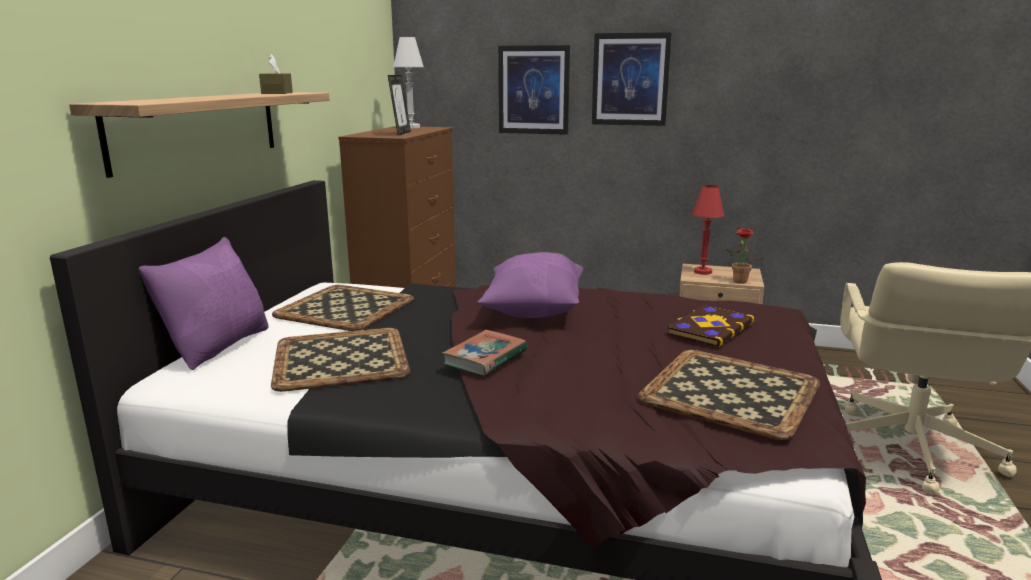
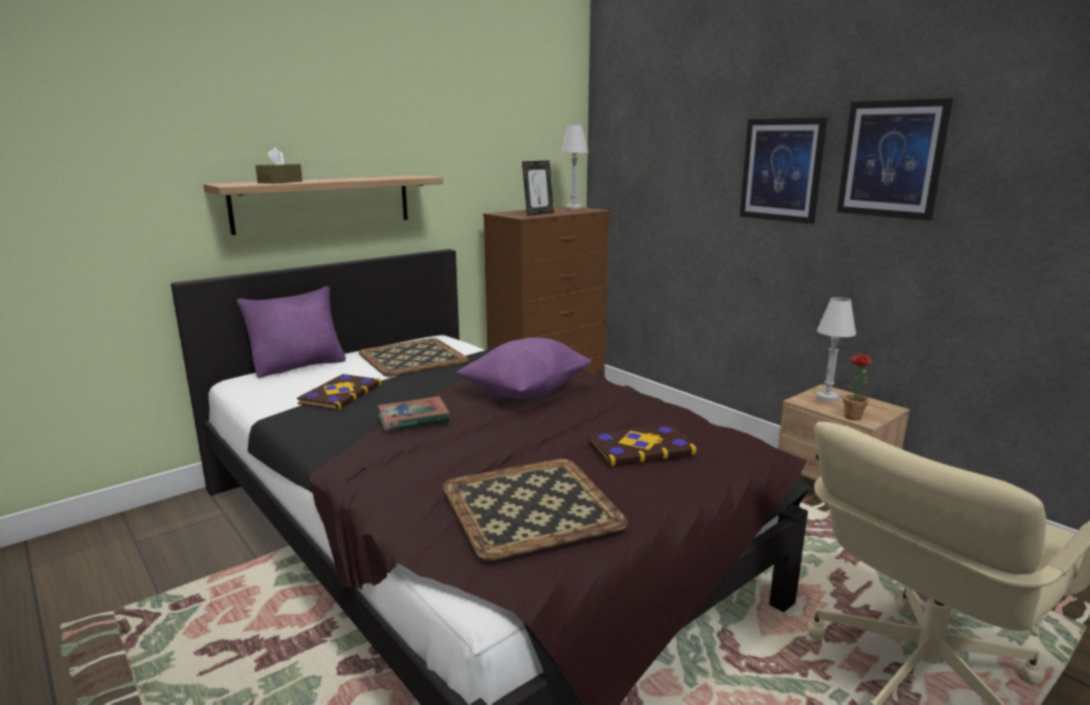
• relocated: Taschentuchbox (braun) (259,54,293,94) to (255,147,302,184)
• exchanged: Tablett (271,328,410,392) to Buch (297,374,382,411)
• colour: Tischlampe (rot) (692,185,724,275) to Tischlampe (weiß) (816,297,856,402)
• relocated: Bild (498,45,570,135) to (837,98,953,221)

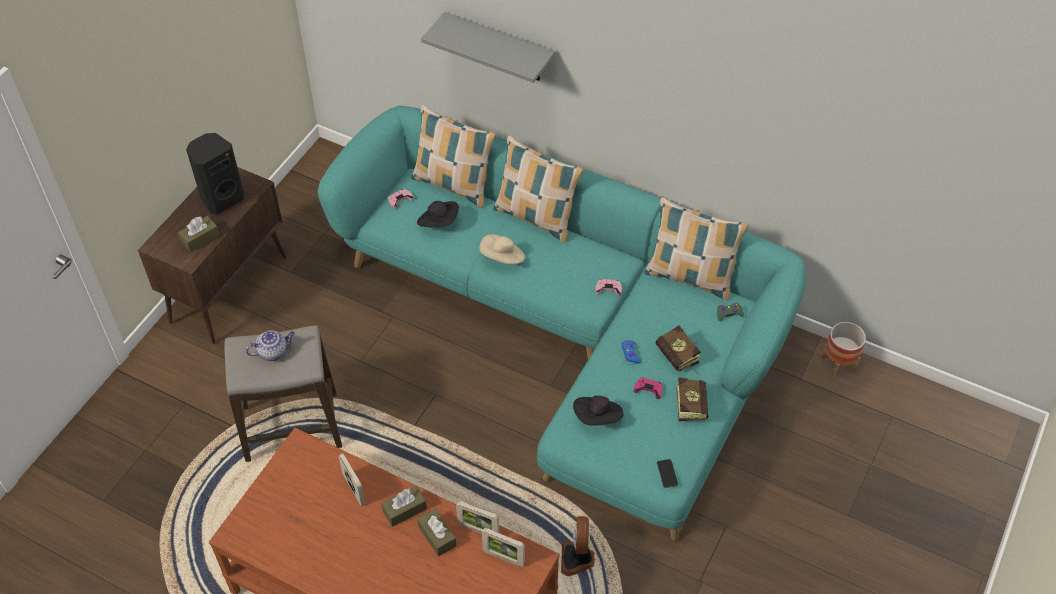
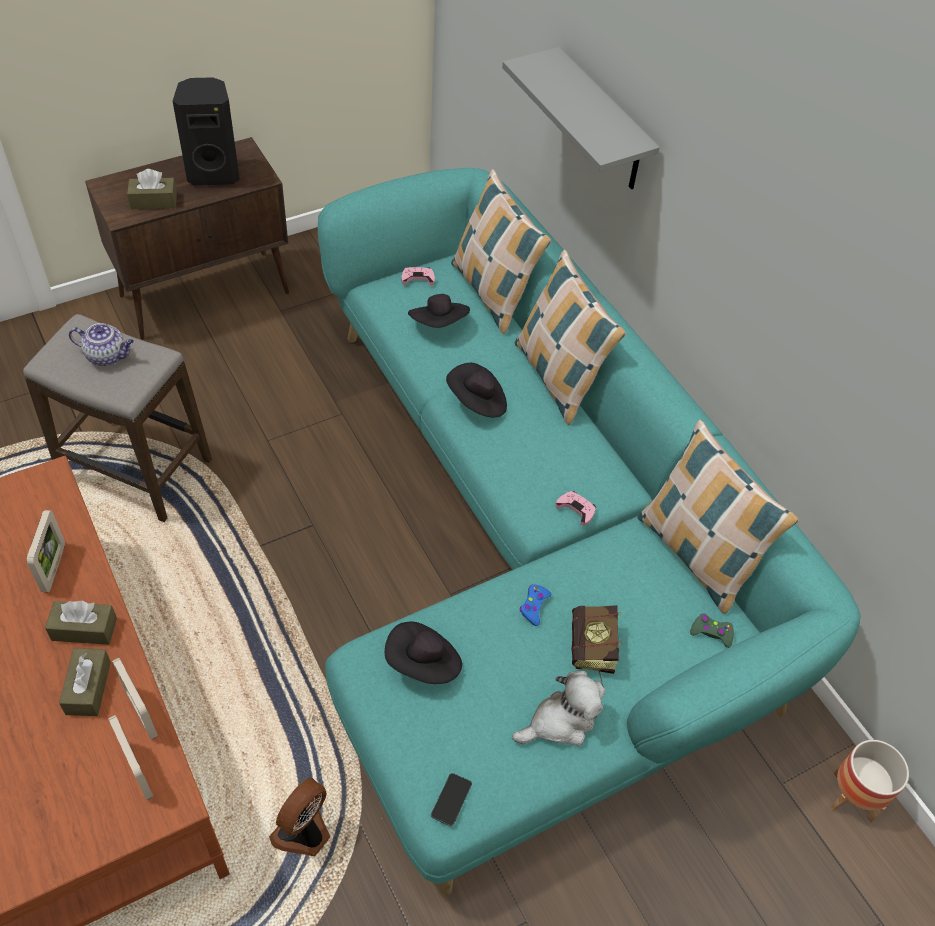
• colour: Hut (beige) (480,234,525,264) to Hut (schwarz) (446,363,507,417)
• exchanged: Buch (677,378,708,421) to Plüschtier (512,670,606,746)
• missing: Gamepad (rosa) (634,377,662,399)

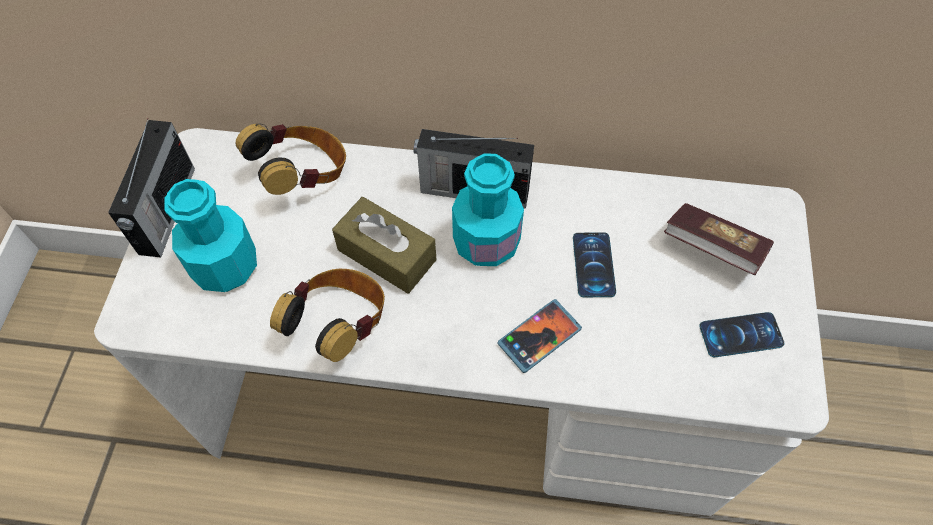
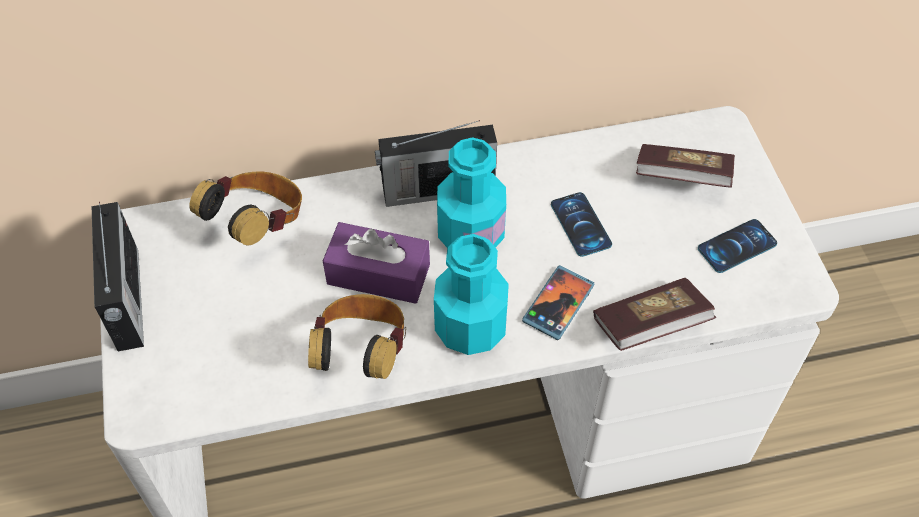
• colour: Taschentuchbox (braun) (332,197,437,294) to Taschentuchbox (lila) (323,222,430,304)
• relocated: Flasche (türkis) (164,179,257,292) to (434,234,509,355)
• appeared: Buch (593,278,716,351)

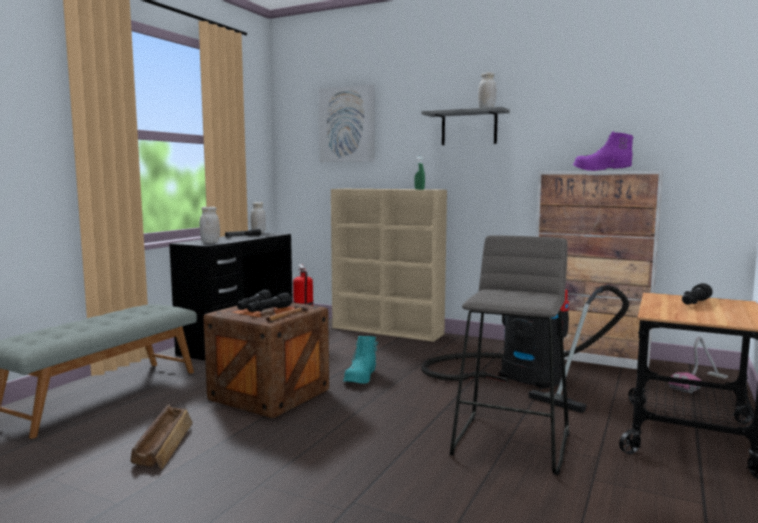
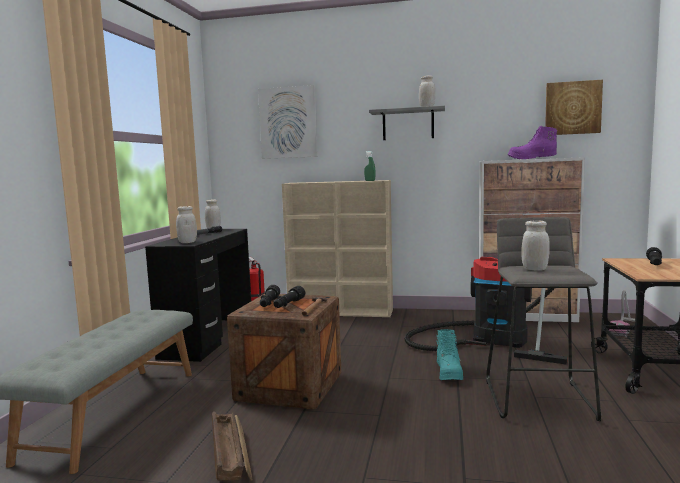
• relocated: Stiefel (türkis) (343,336,378,384) to (436,329,463,380)
• appeared: Vorratsglas (weiß) (522,221,550,270)
• appeared: Bild (545,80,603,135)

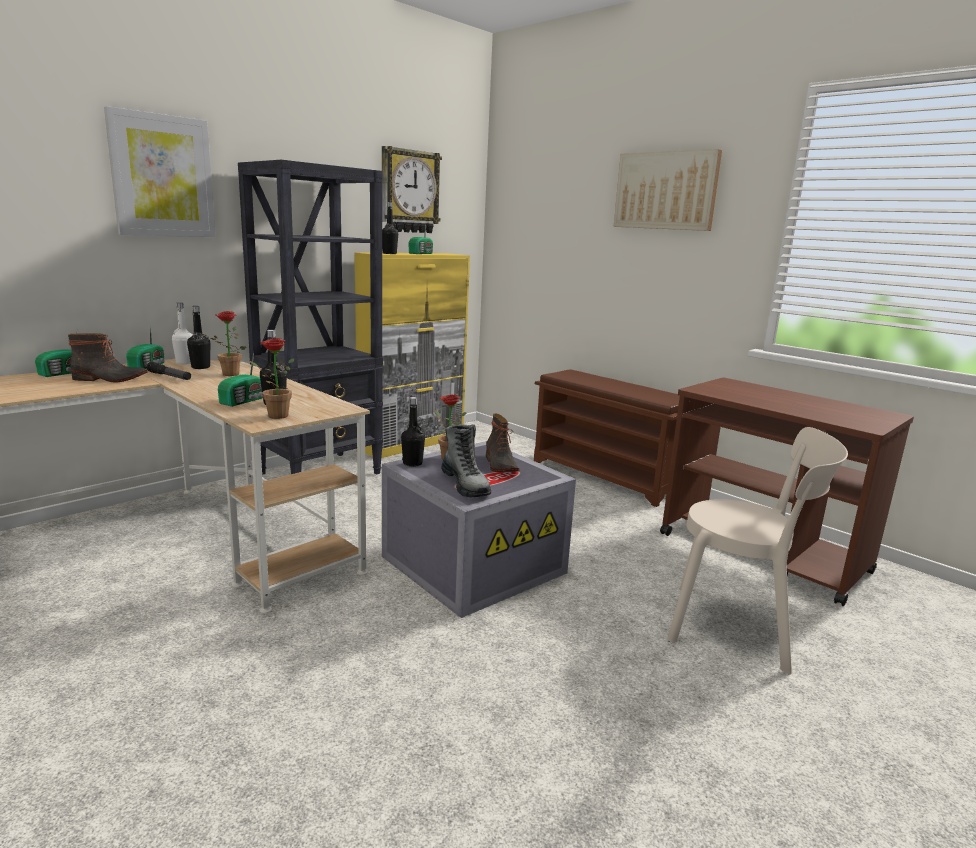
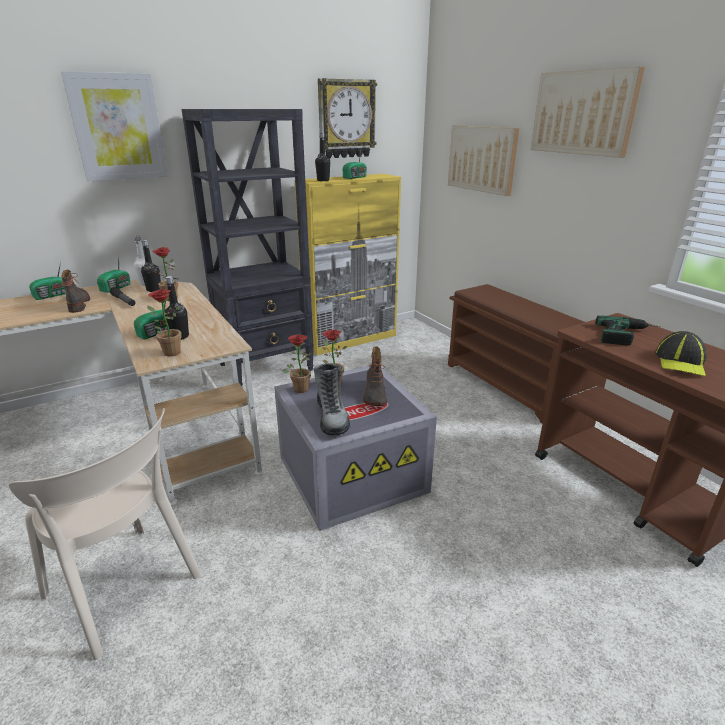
• relocated: Stuhl (beige) (667,427,848,674) to (9,408,201,660)
• spun: Stiefel (68,333,147,382) = (62,270,90,313) 120 degrees counterclockwise
• exchanged: Flasche (schwarz) (401,397,425,467) to Topfpflanze (282,334,311,393)
• appeared: Bild (448,125,519,196)
• appeared: Bohrmaschine (596,315,661,346)
• appeared: Kappe (656,331,706,376)

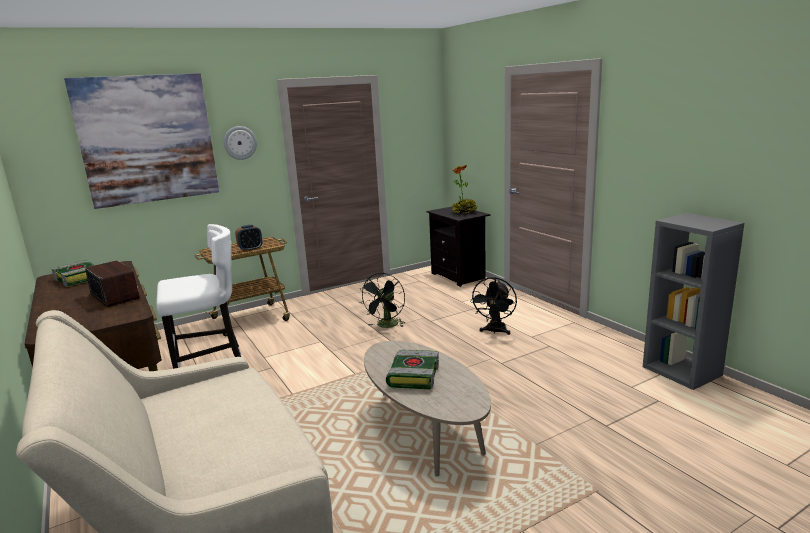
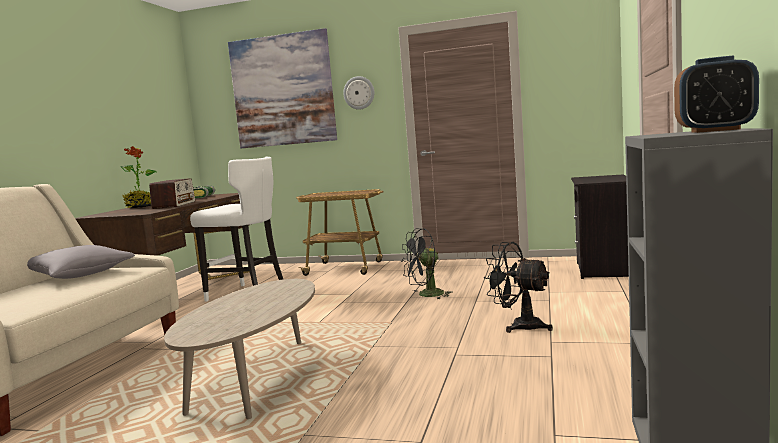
• appeared: Kissen (grau) (27,245,135,279)
• relocated: Topfpflanze (452,165,477,214) to (120,146,157,208)
• spun: Ventilator (schwarz) (470,277,517,335) = (484,242,553,333) 60 degrees clockwise
• relocated: Wecker (235,225,262,252) to (674,56,759,133)
• missing: Buch (386,350,439,389)

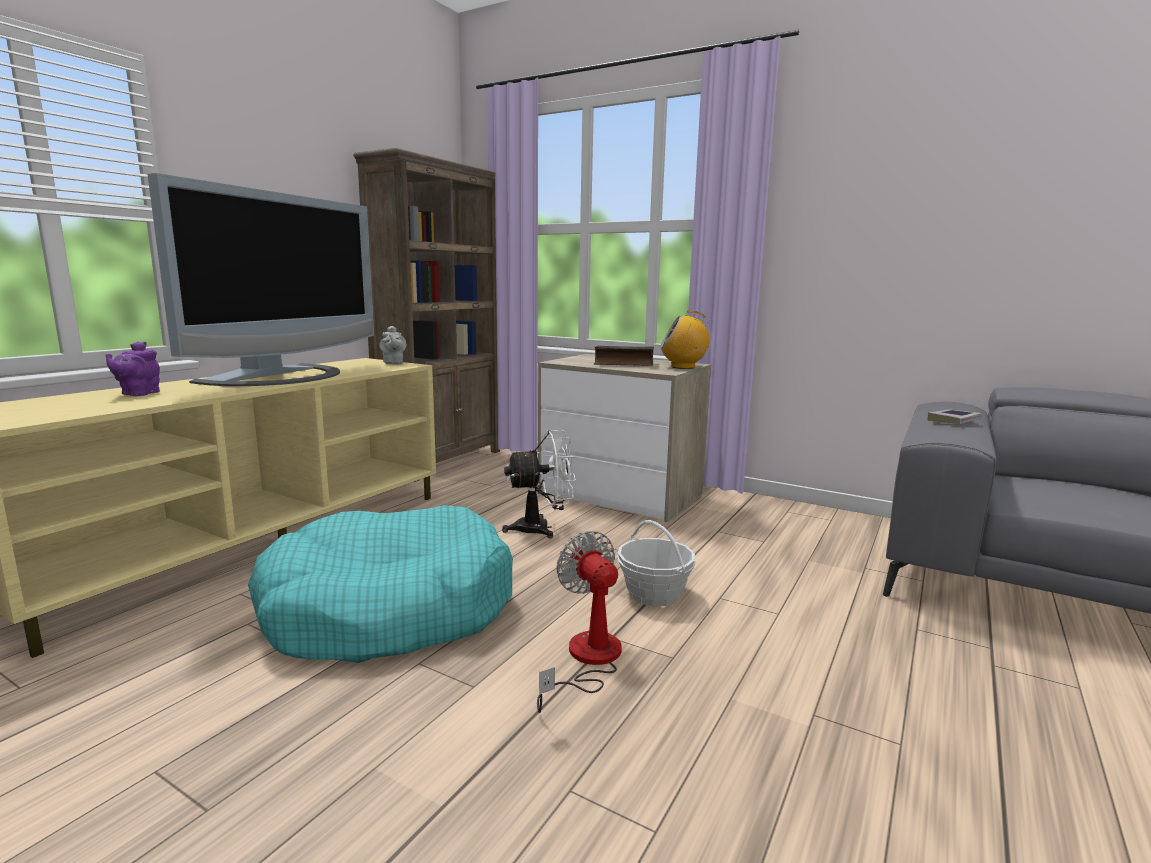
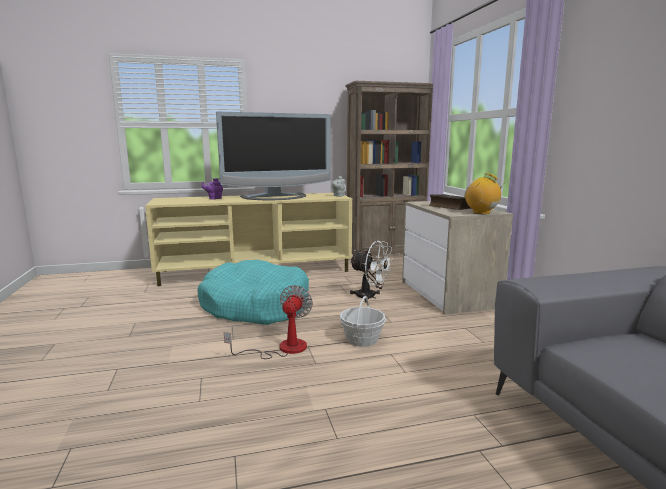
• missing: Buch (928,409,981,424)

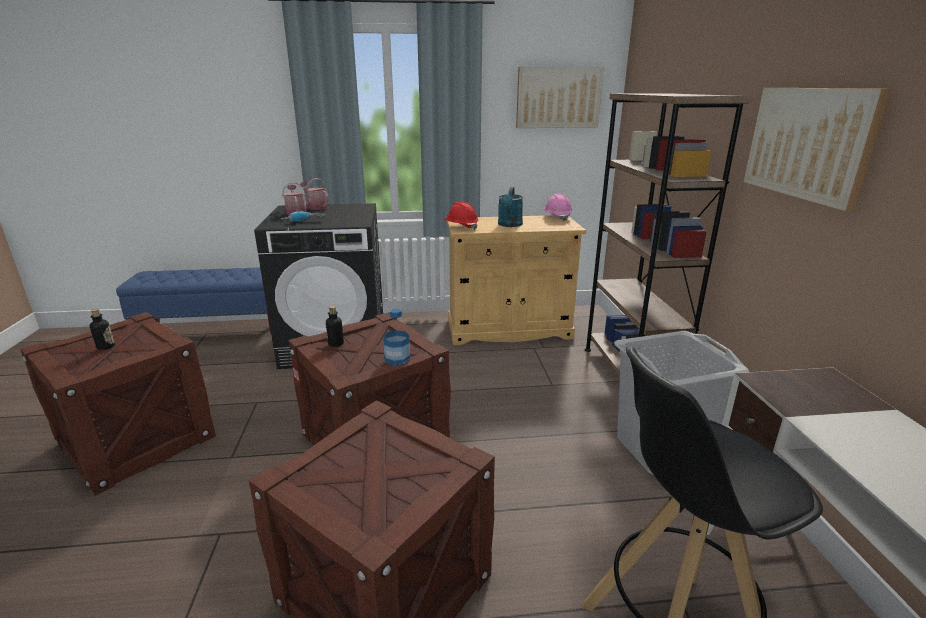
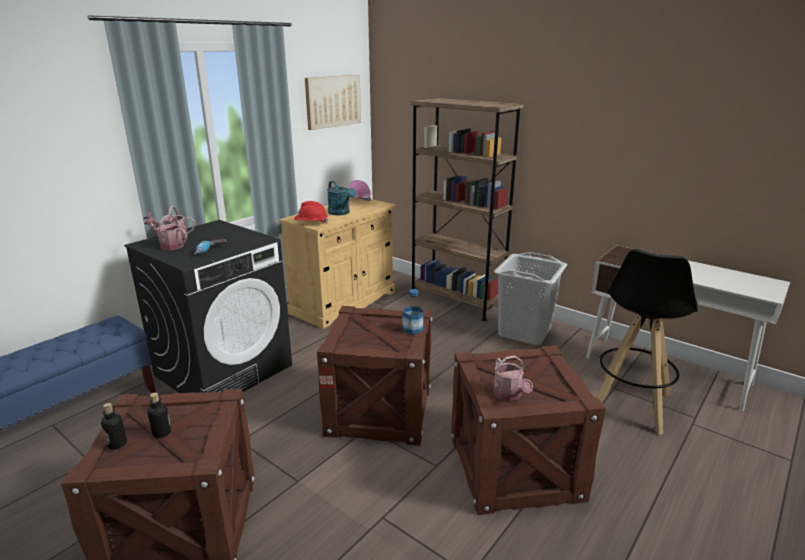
• relocated: Flasche (326,306,344,347) to (101,403,127,450)
• appeared: Gießkanne (493,355,533,401)
• missing: Bild (744,88,892,211)

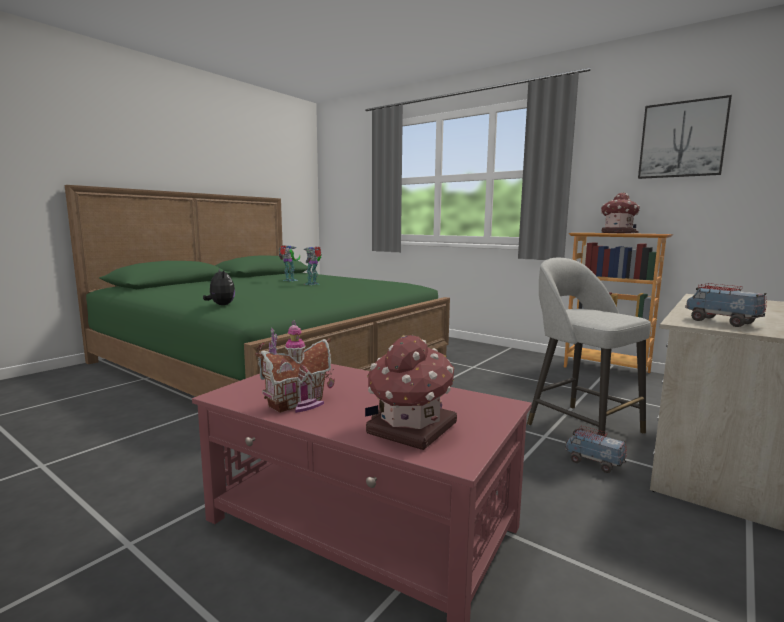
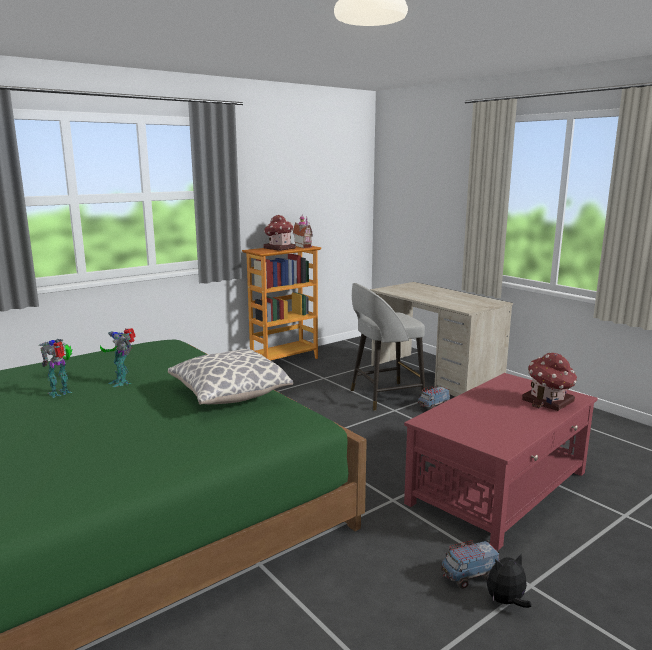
• appeared: Kissen (168,349,293,404)
• relocated: Spielzeughaus (255,320,335,413) to (293,216,313,248)
• relocated: Spielzeuglaster (685,283,767,327) to (441,540,500,589)
• relocated: Plüschtier (203,268,235,305) to (487,554,532,608)
• missing: Bild (638,95,732,179)

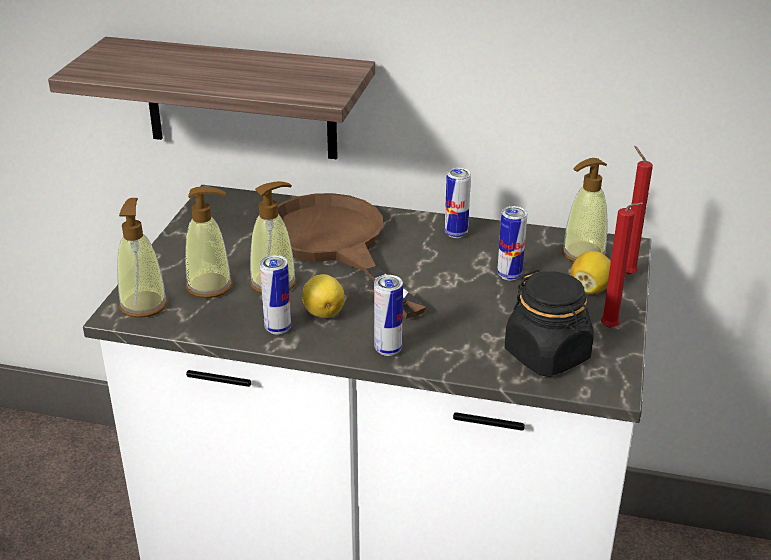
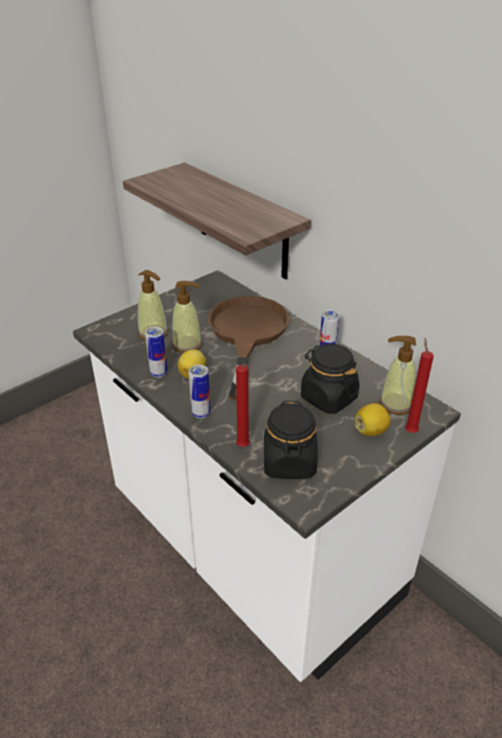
• relocated: Kerze (rot) (601,202,643,328) to (236,364,250,447)
• exchanged: Dose (497,206,527,281) to Vorratsglas (schwarz) (301,344,359,414)
• missing: Seifenspender (117,198,168,318)

